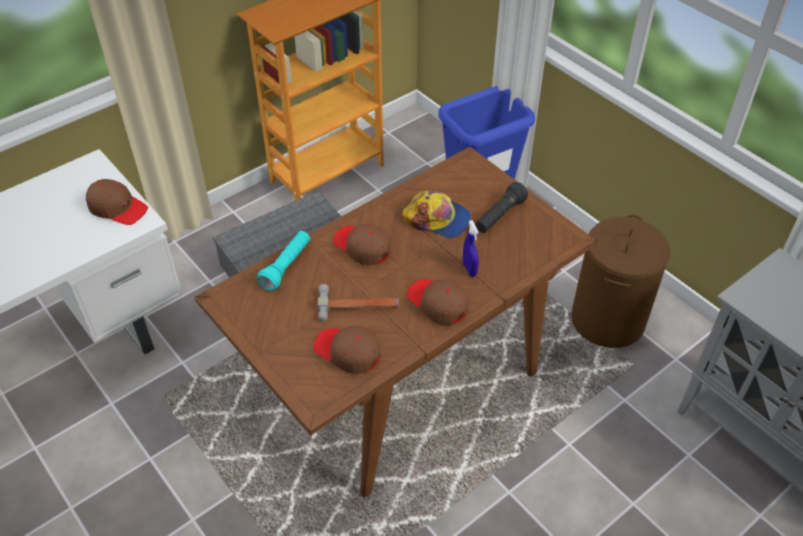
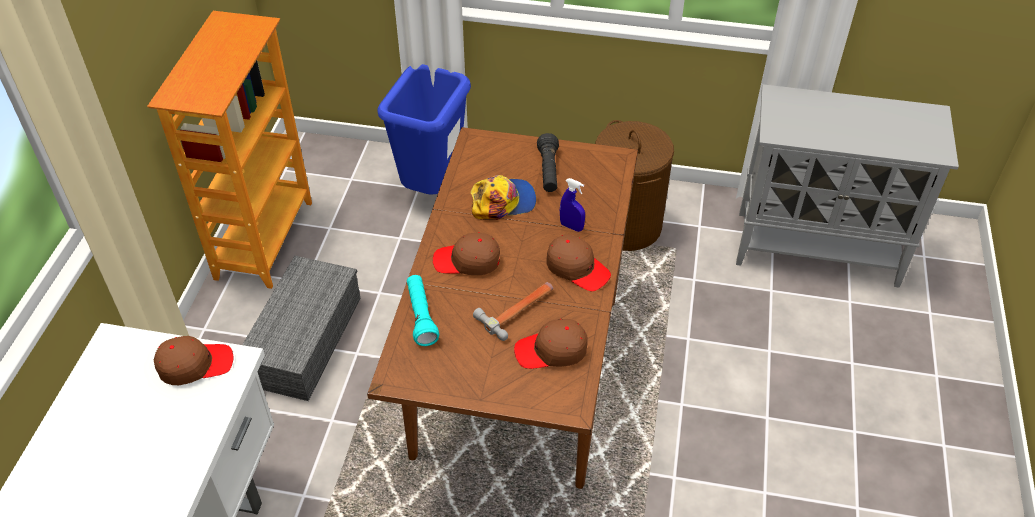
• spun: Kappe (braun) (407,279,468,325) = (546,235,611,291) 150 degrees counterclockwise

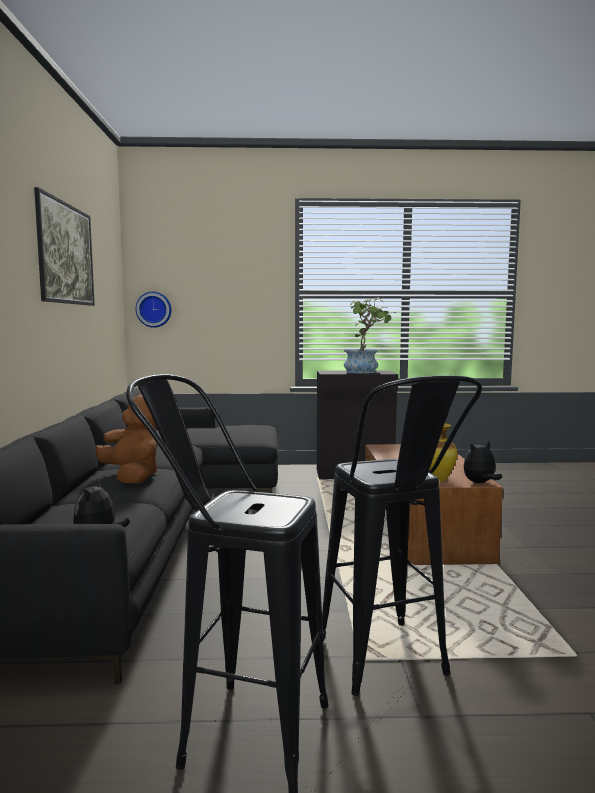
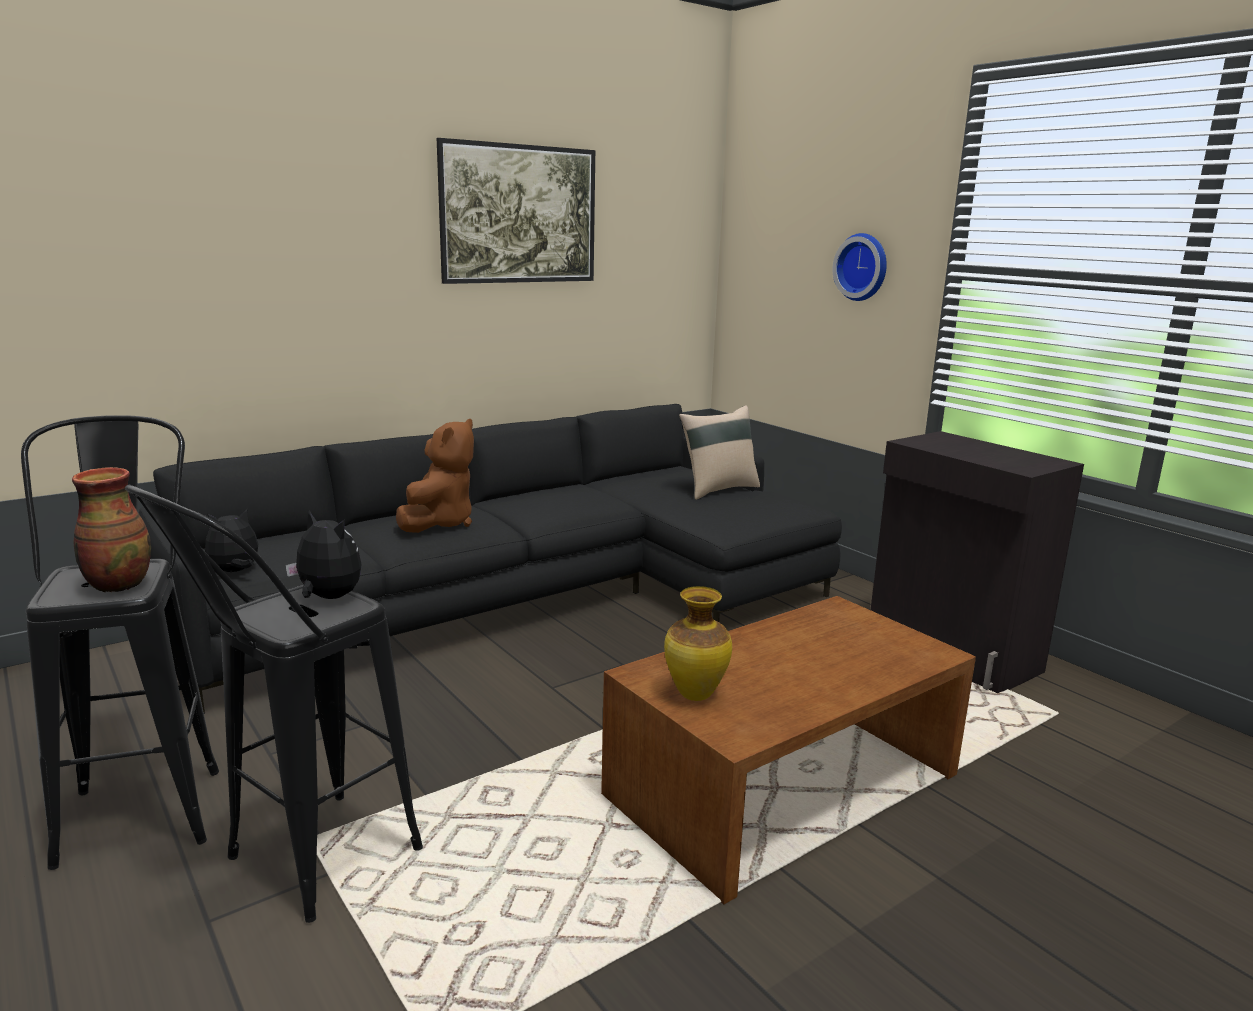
• appeared: Vase (72,467,151,592)
• relocated: Plüschtier (463,441,502,483) to (285,510,362,599)
• appeared: Kissen (beige) (679,405,760,500)
• relocated: Wanduhr (136,292,171,328) to (833,233,887,301)
• missing: Topfpflanze (344,297,392,374)

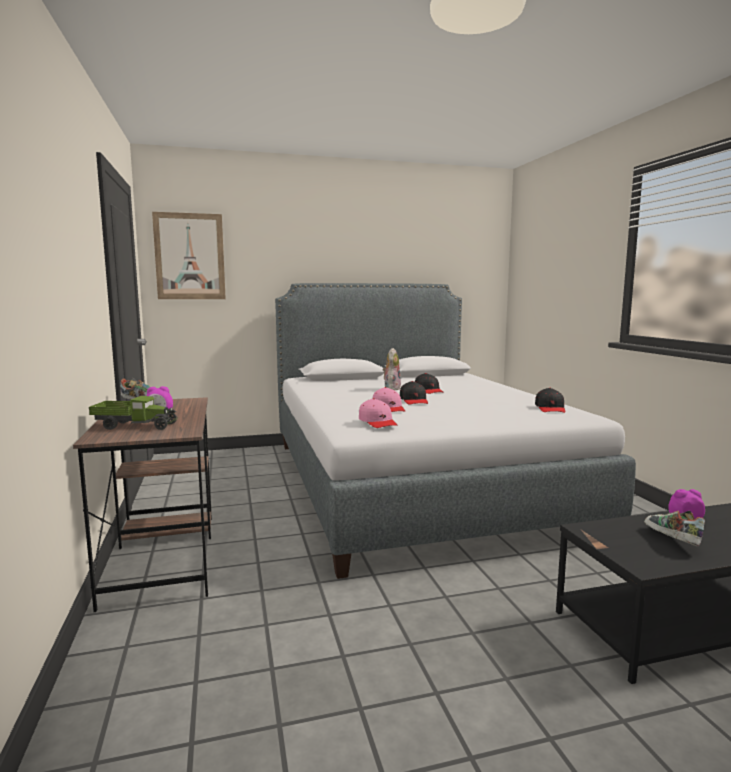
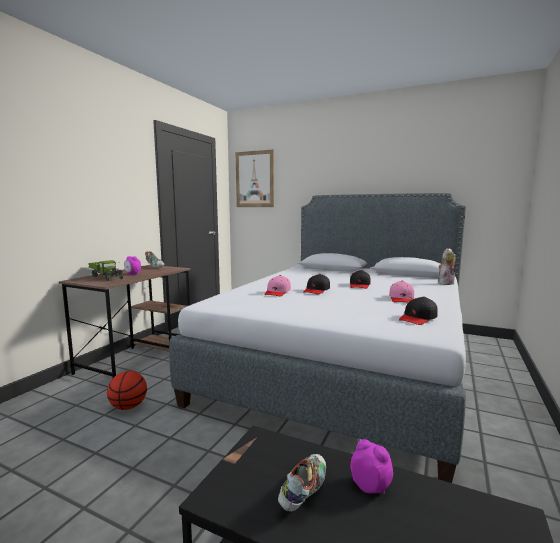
• appeared: Basketball (107,371,147,410)
• relocated: Kappe (rosa) (359,398,398,428) to (389,281,414,302)
• relocated: Plüschtier (382,348,401,390) to (438,248,456,285)

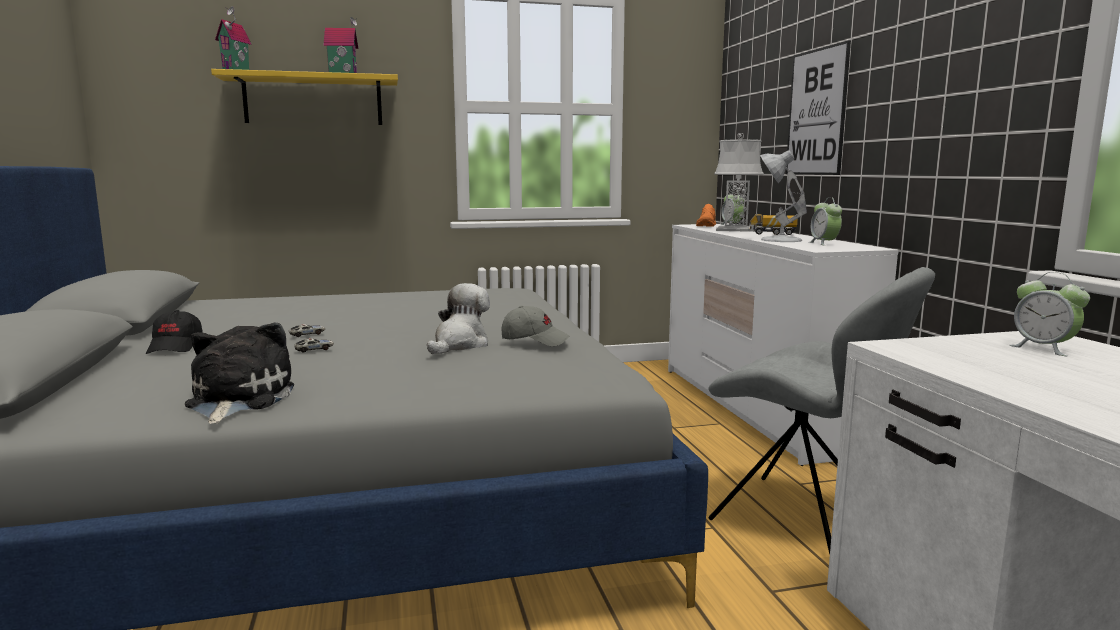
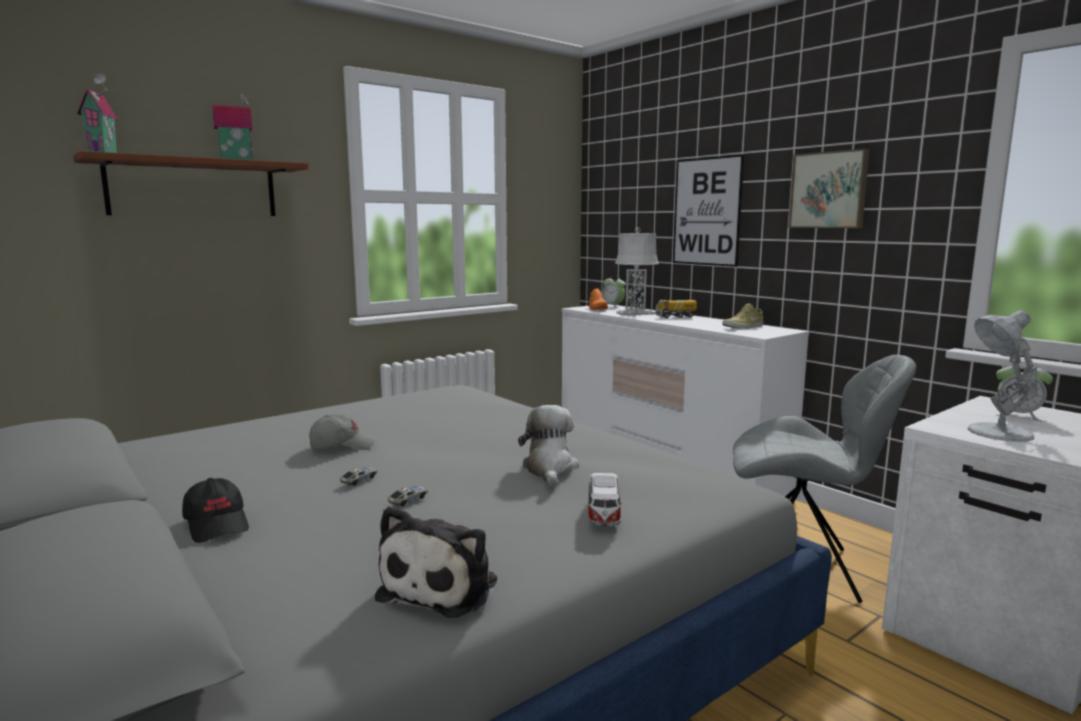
• colour: Wandregal (gelb) (211,69,398,125) to Wandregal (braun) (73,151,309,216)
• relocated: Kappe (grau) (501,306,569,346) to (309,414,376,450)
• spun: Plüschtier (185,322,294,424) = (375,506,497,618) 135 degrees counterclockwise
• appeared: Spielzeugauto (587,473,622,526)
• exchanged: Wecker (809,197,842,246) to Schuh (beige) (722,304,764,329)
• appeared: Bild (788,149,870,228)
• relocated: Tischlampe (weiß) (760,150,807,242) to (968,311,1037,442)

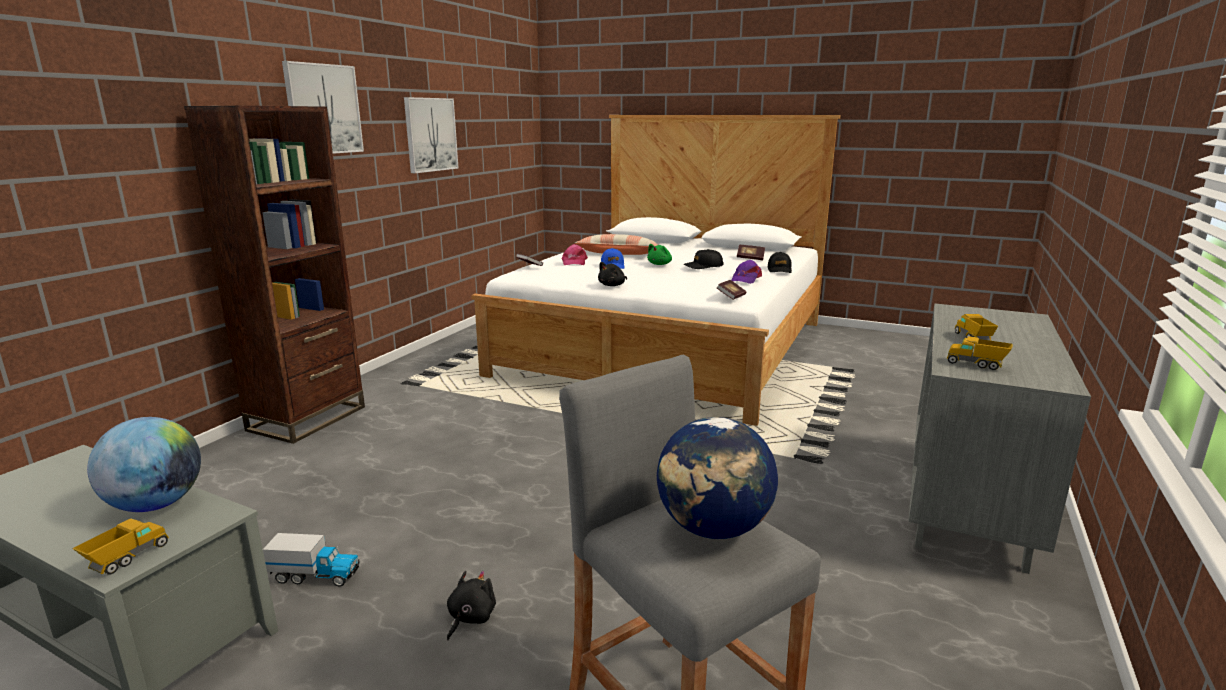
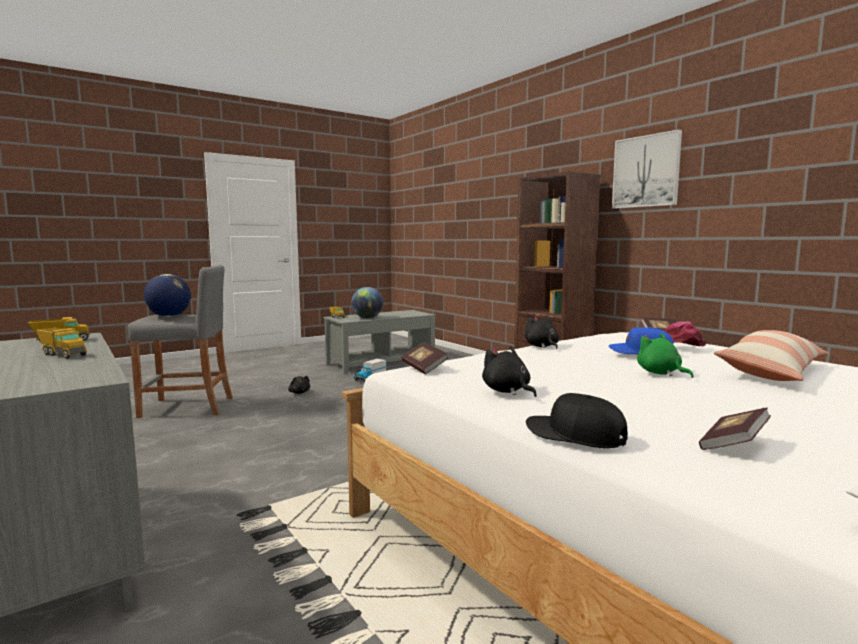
• exchanged: Kappe (lila) (731,260,762,284) to Plüschtier (schwarz) (482,346,537,397)
• missing: Bild (404,97,458,173)
• missing: Kappe (schwarz) (684,249,724,269)

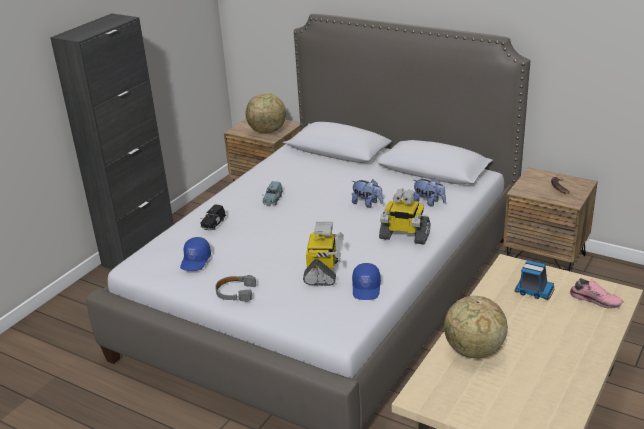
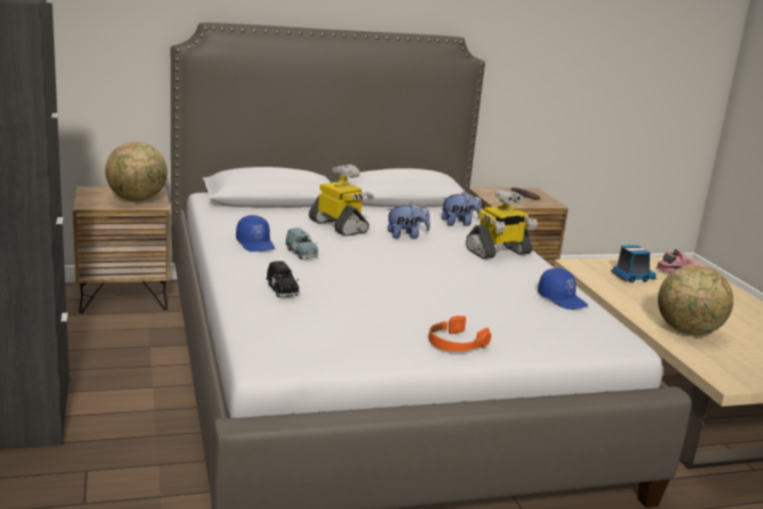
• relocated: Kappe (blau) (180,237,211,271) to (236,215,275,252)
• relocated: Spielzeugroboter (303,222,344,286) to (309,164,374,236)
• colour: Kopfhörer (grau) (215,275,256,302) to Kopfhörer (orange) (429,316,491,352)

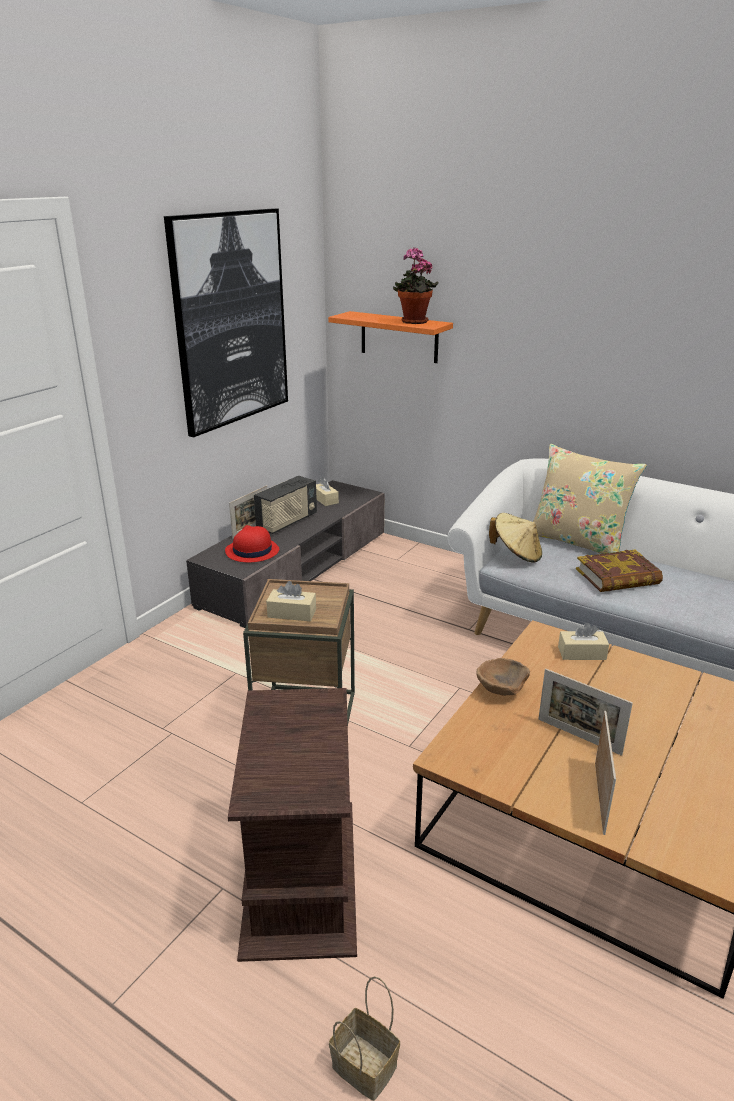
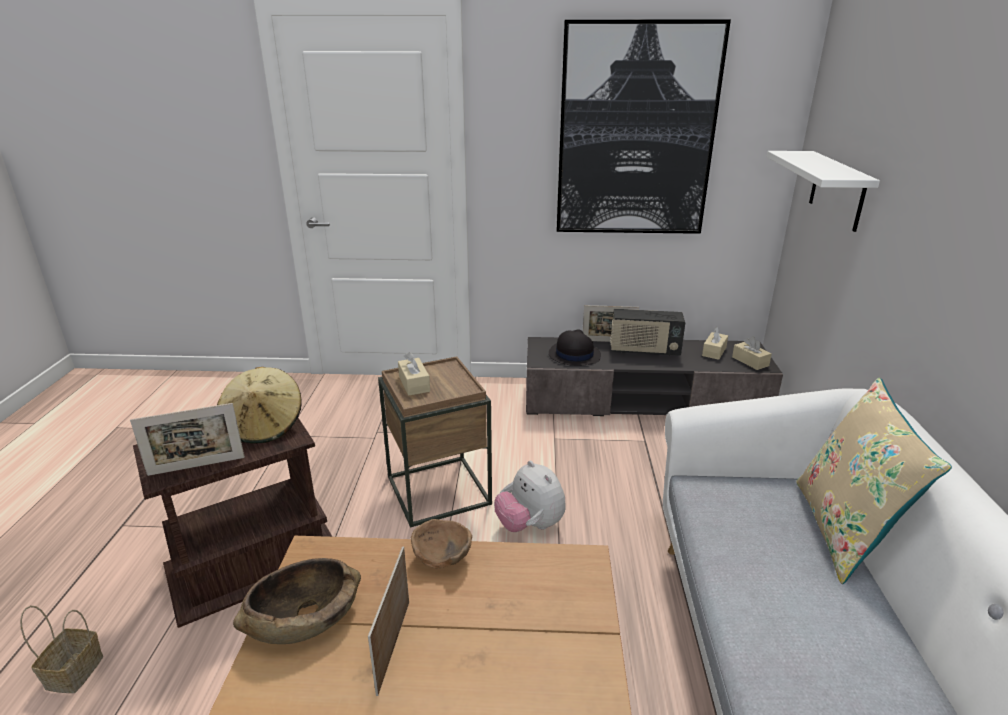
• relocated: Bilderrahmen (595,711,616,835) to (130,403,245,476)
• relocated: Hut (beige) (489,513,542,563) to (217,367,302,444)
• appeared: Schüssel (braun) (233,558,361,644)
• appeared: Plüschtier (494,461,566,532)
• colour: Hut (rot) (225,525,279,562) to Hut (schwarz) (549,329,601,366)
• relocated: Taschentuchbox (beige) (558,623,609,660) to (732,337,772,370)
• colour: Wandregal (orange) (328,311,453,363) to Wandregal (weiß) (767,151,880,232)
• missing: Topfpflanze (393,248,438,324)
• missing: Buch (576,550,663,592)

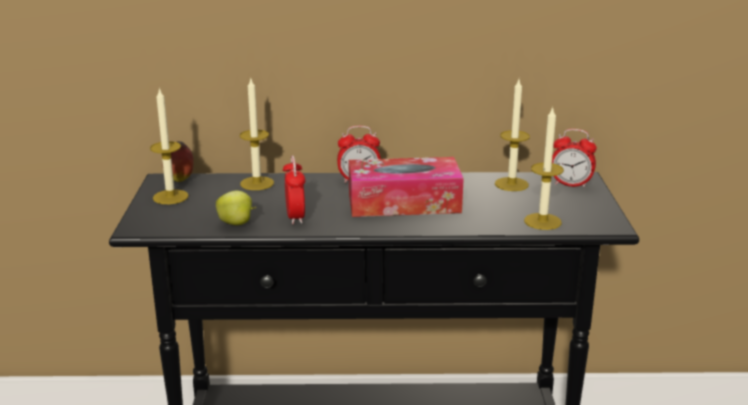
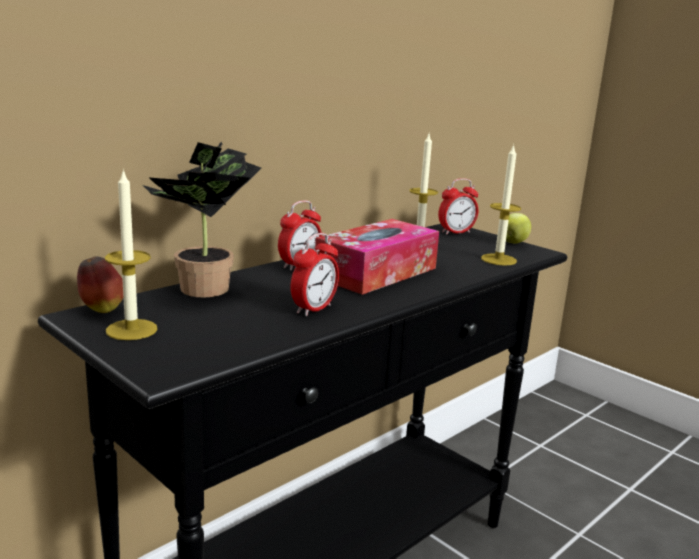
• exchanged: Kerze (240,79,274,190) to Topfpflanze (142,142,261,297)
• spun: Wecker (283,155,306,224) = (291,233,339,316) 90 degrees clockwise
• relocated: Apfel (216,191,256,225) to (506,213,531,243)

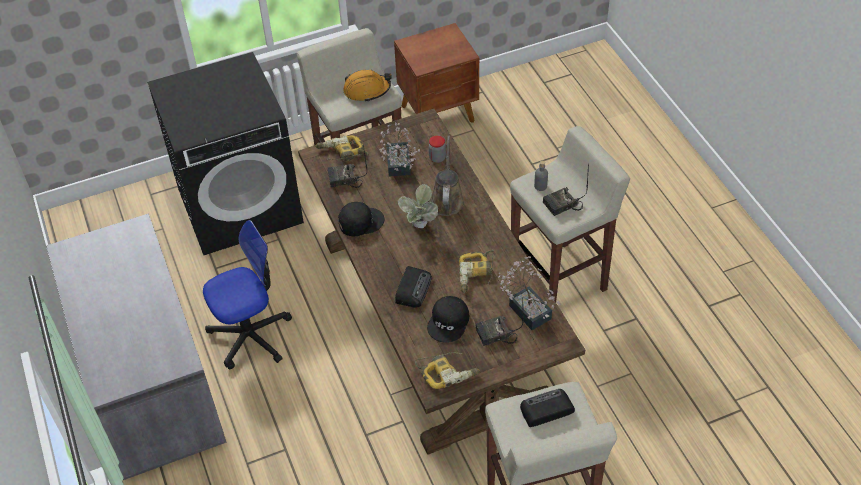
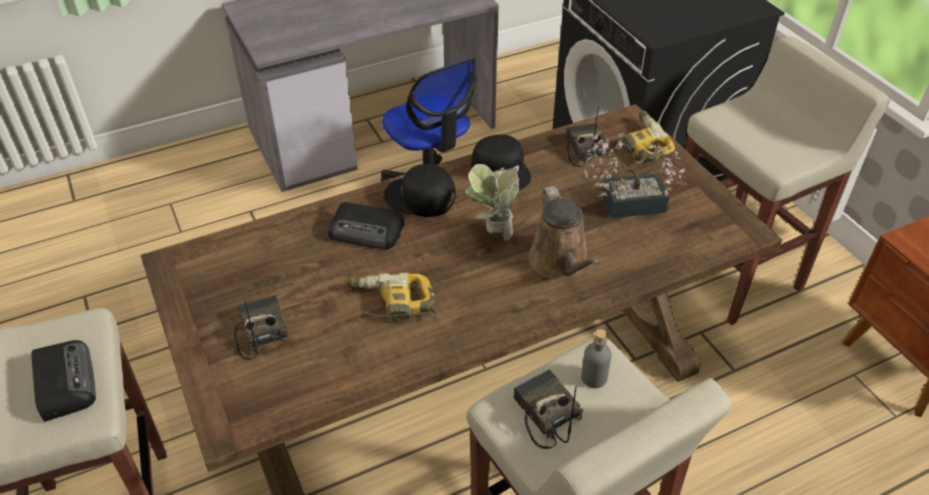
• relocated: Kappe (schwarz) (427,296,469,343) to (384,164,456,217)
• spun: Gießkanne (braun) (430,136,465,216) = (528,186,599,280) 75 degrees clockwise
• missing: Schutzhelm (orange) (343,70,392,102)
• missing: Bohrmaschine (414,352,480,389)
• missing: Vorratsglas (429,136,446,163)
• missing: Topfpflanze (498,256,561,330)

